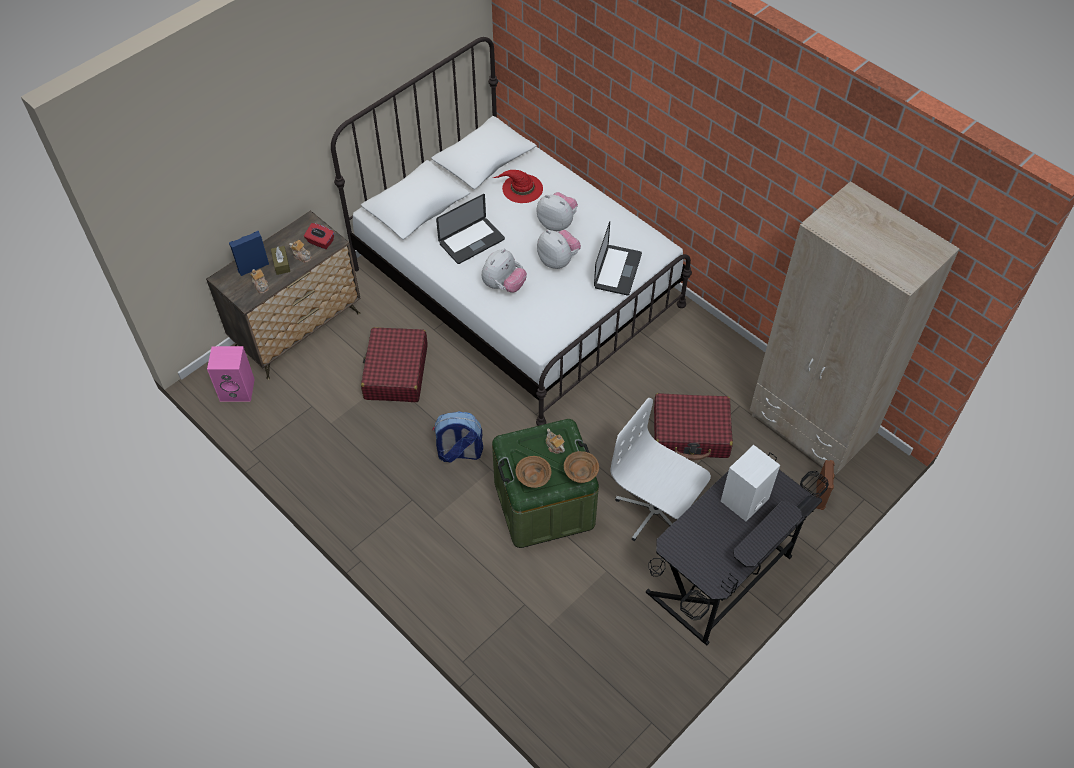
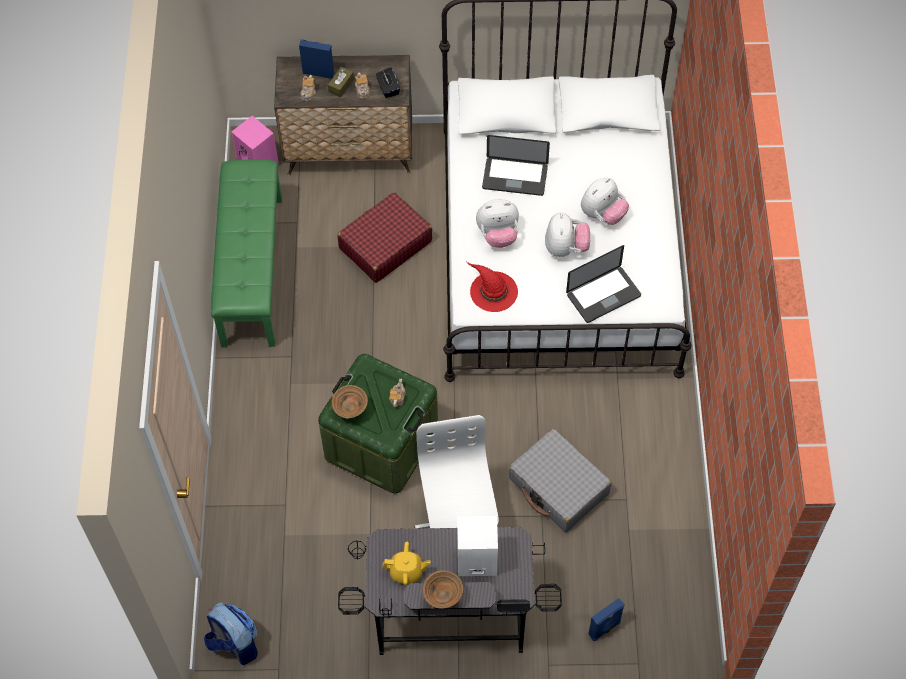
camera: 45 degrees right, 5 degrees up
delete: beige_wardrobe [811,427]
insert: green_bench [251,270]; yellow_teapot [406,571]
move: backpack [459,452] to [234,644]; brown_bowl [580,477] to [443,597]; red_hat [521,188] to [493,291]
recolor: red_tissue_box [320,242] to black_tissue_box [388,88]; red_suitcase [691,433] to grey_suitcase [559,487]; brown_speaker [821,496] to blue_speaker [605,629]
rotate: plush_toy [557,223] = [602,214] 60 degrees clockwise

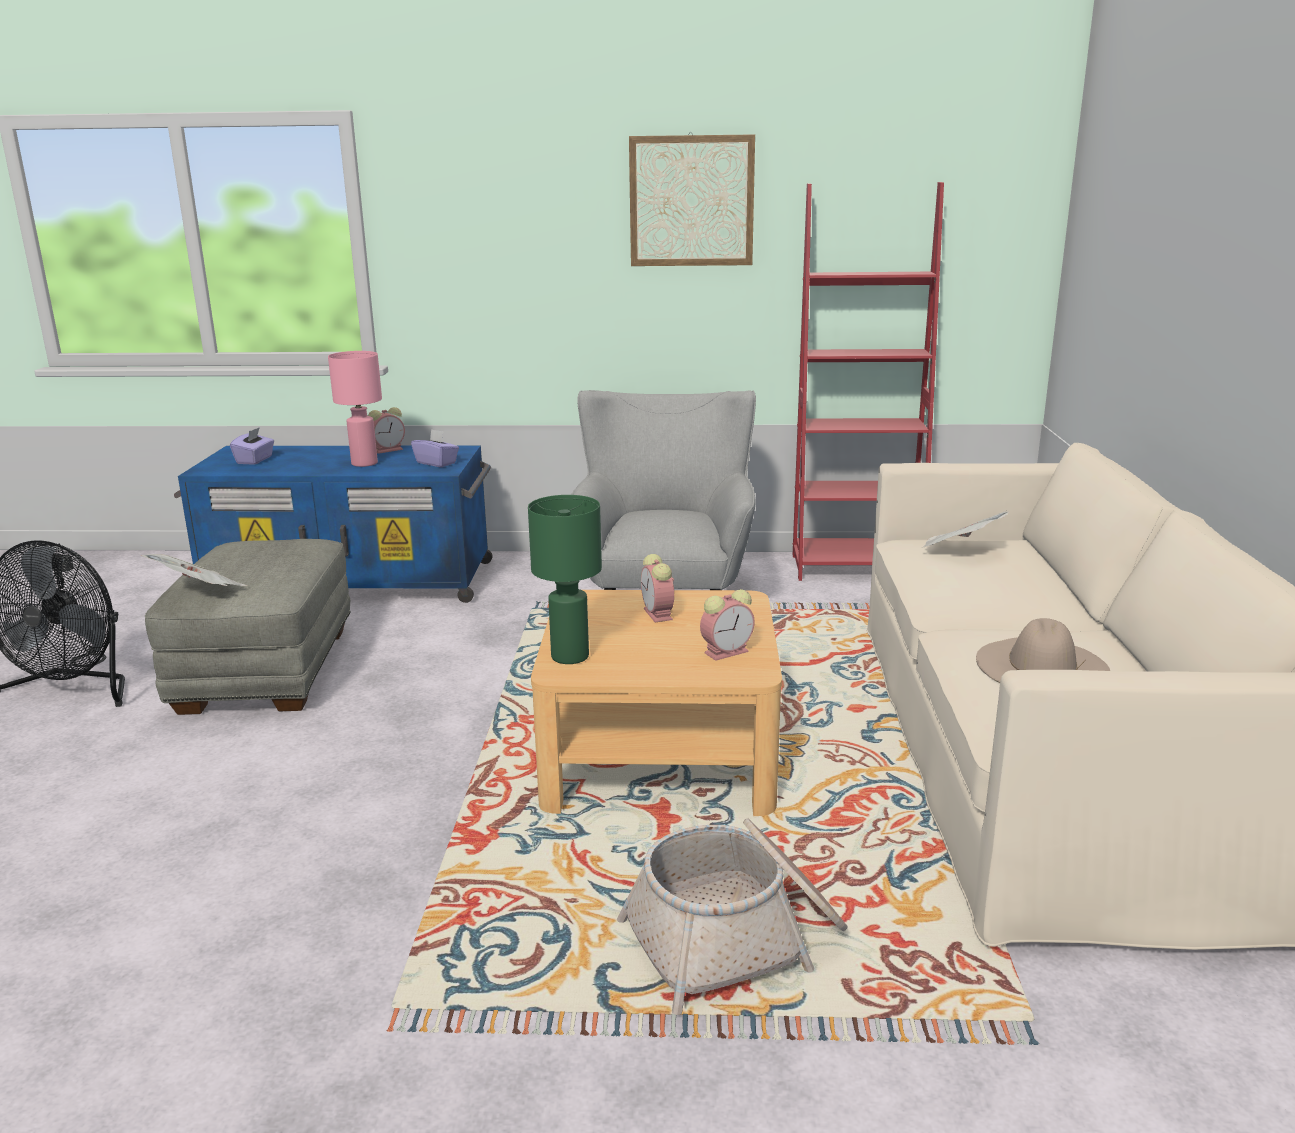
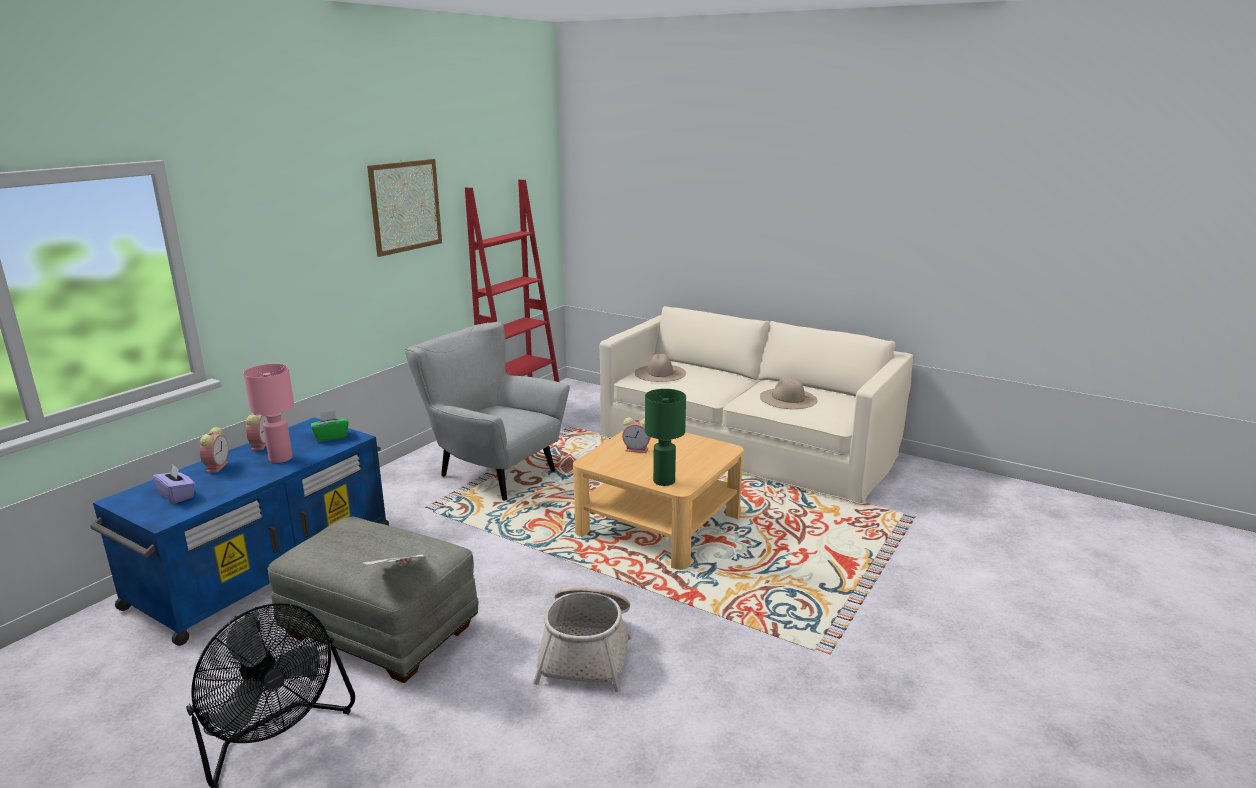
camera: 60 degrees left, 0 degrees up
move: alarm_clock [727,651] to [217,466]; basket [737,939] to [587,650]
replace: newspaper [960,551] to beige_hat [660,373]
recolor: purple_tissue_box [436,463] to green_tissue_box [331,437]

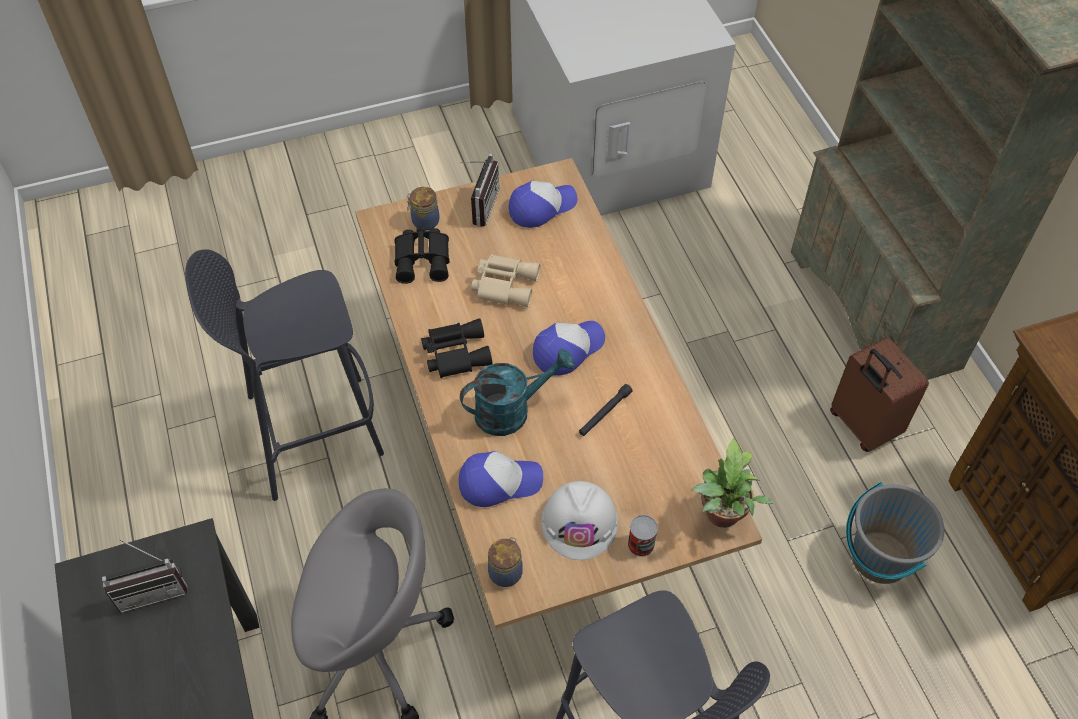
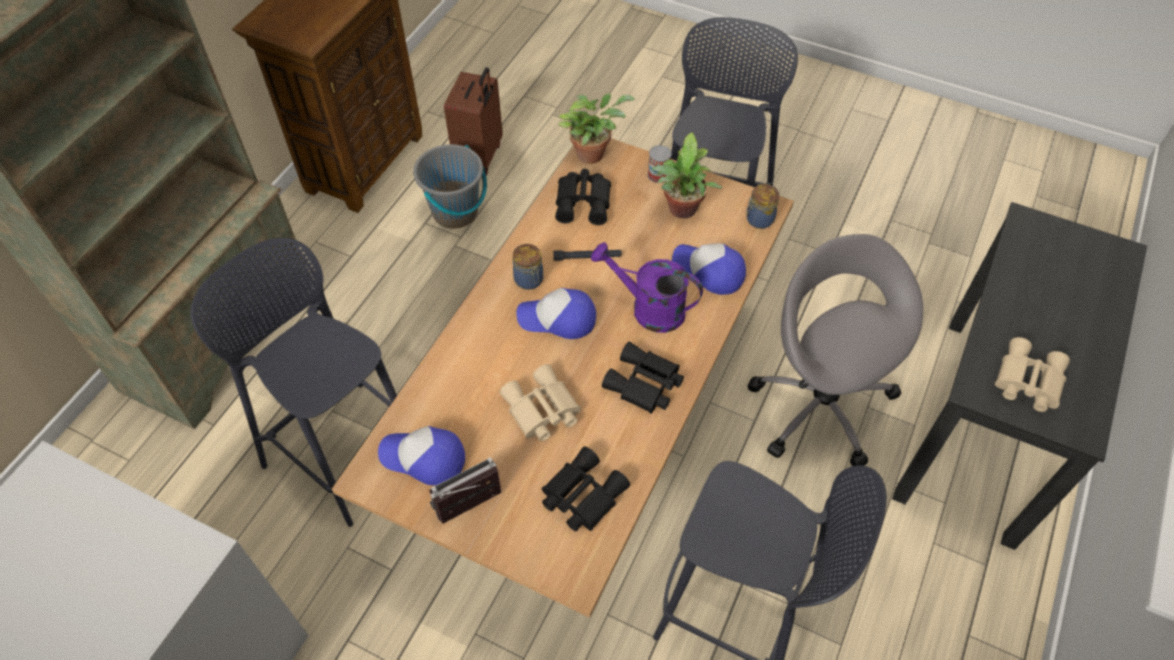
camera: 135 degrees left, 0 degrees up
insert: grey_stool [346,453]; black_binoculars [584,202]
move: brown_suitcase [862,426] to [480,156]; jar [424,221] to [529,280]
replace: white_hard_hat [580,522] to potted_plant [681,211]; radio [153,589] to beige_binoculars [1026,381]
recolor: turquoise_watering_can [512,410] to purple_watering_can [648,309]

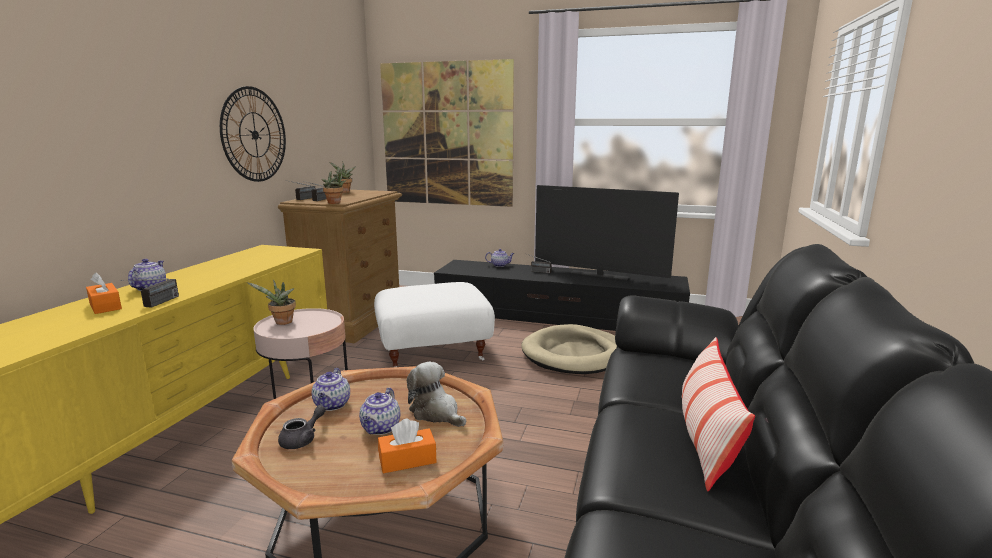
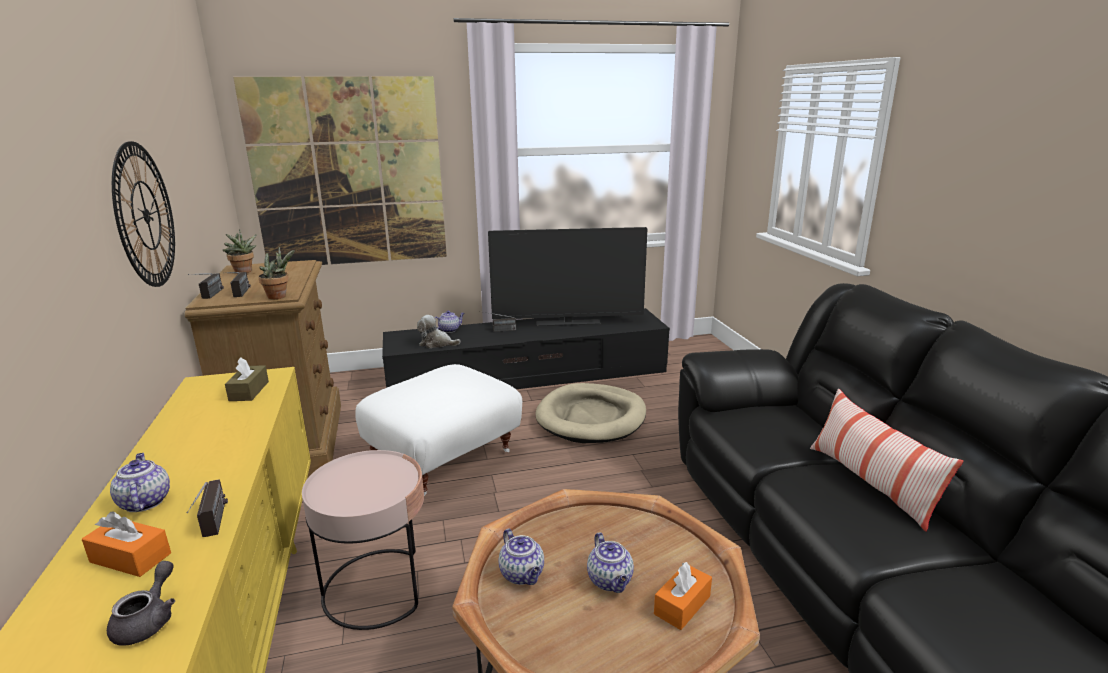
camera: 30 degrees left, 5 degrees up
delete: potted_plant [282,323]
insert: brown_tissue_box [249,391]
move: grey_teapot [303,439] to [149,620]; plush_toy [436,413] to [436,344]

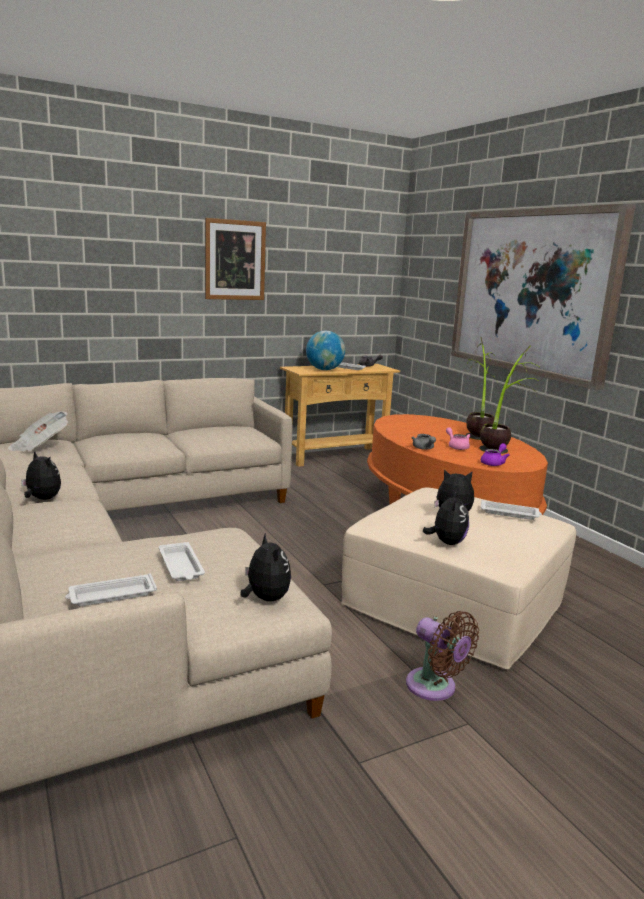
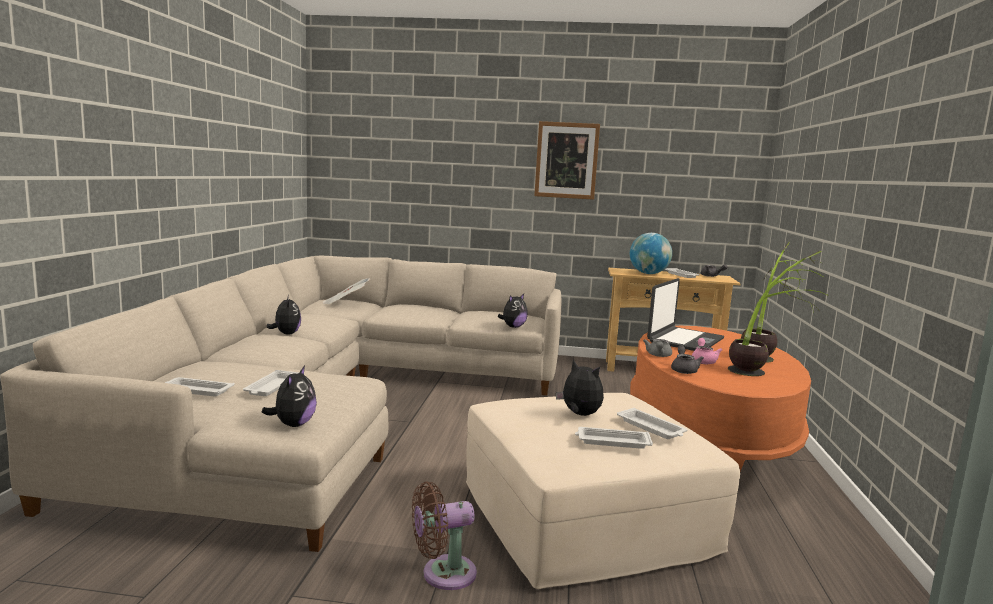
camera: 35 degrees right, 5 degrees down
delete: picture [532,292]; purple_teapot [494,463]
insert: white_tray [612,442]; laptop [684,340]; grey_teapot [684,370]
move: plush_toy [446,542] to [513,327]
rotate: brown_fan [435,688] = [443,574] 75 degrees clockwise

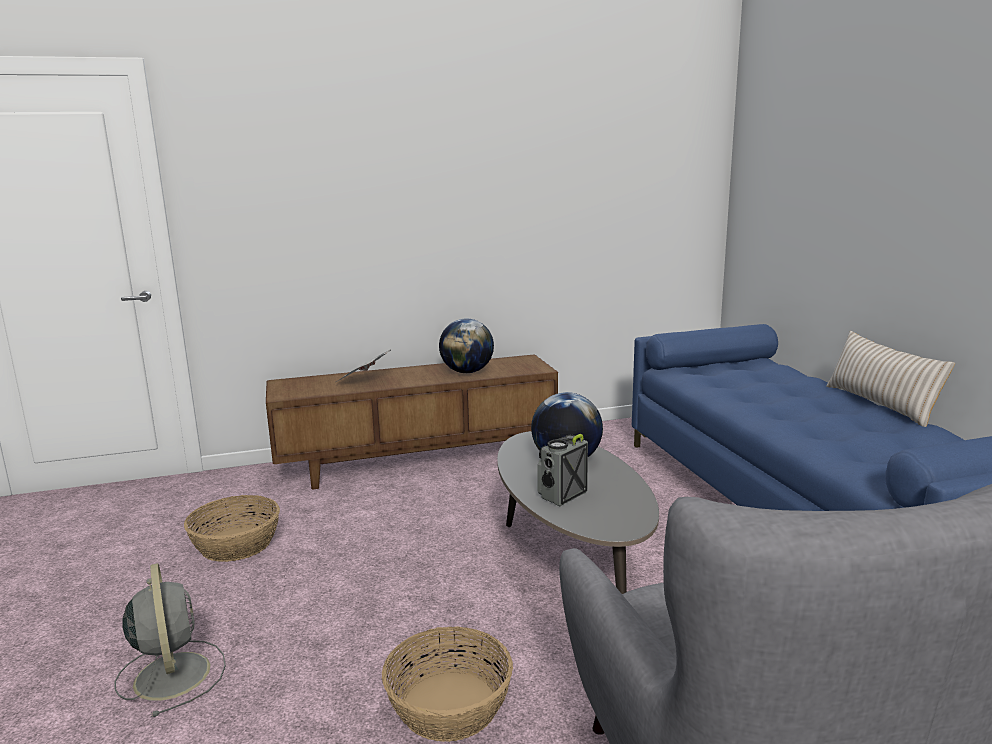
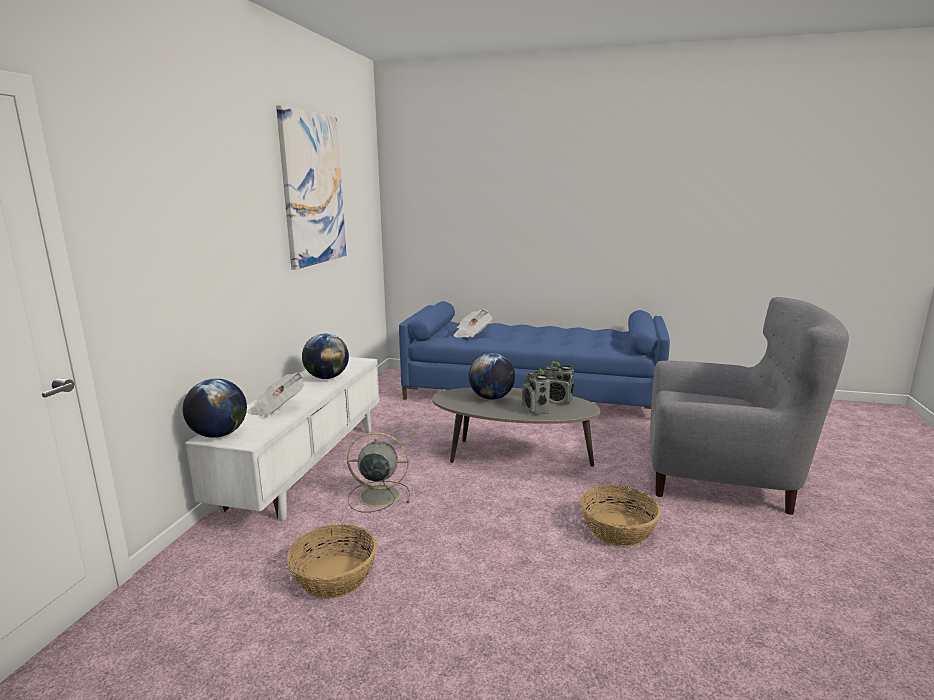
camera: 60 degrees left, 0 degrees up
delete: beige_pillow [880,404]
insert: globe [219,434]; picture [313,189]; newspaper [472,334]; radio [557,401]
move: grey_fan [172,673] to [377,496]
recolor: brown_tv_stand [418,459] to white_tv_stand [305,465]

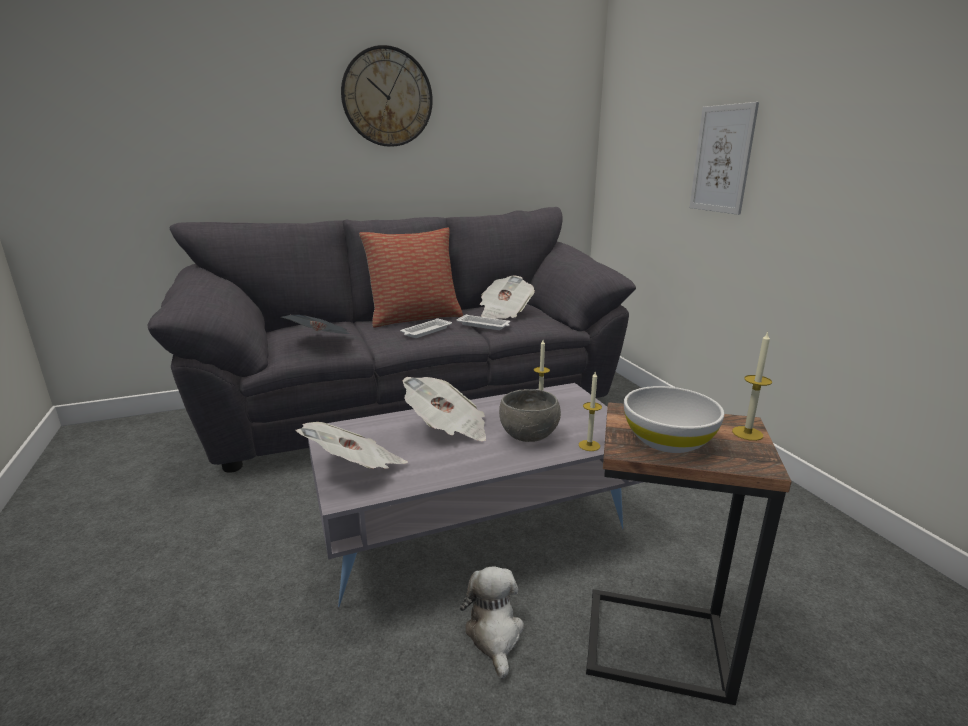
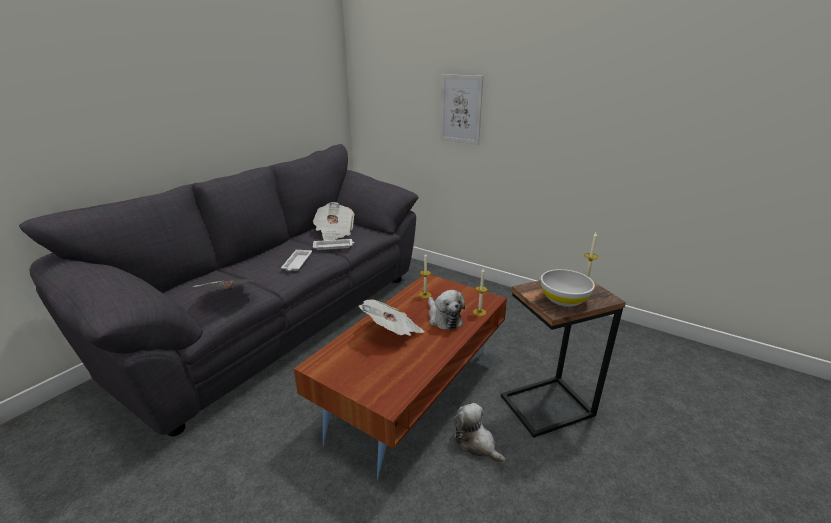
camera: 35 degrees left, 5 degrees up
delete: newspaper [356,469]; wall_clock [387,97]; pillow [414,318]
replace: grey_bowl [529,436] to plush_toy [443,318]
recolor: grey_coffee_table [477,535] to brown_coffee_table [413,393]

